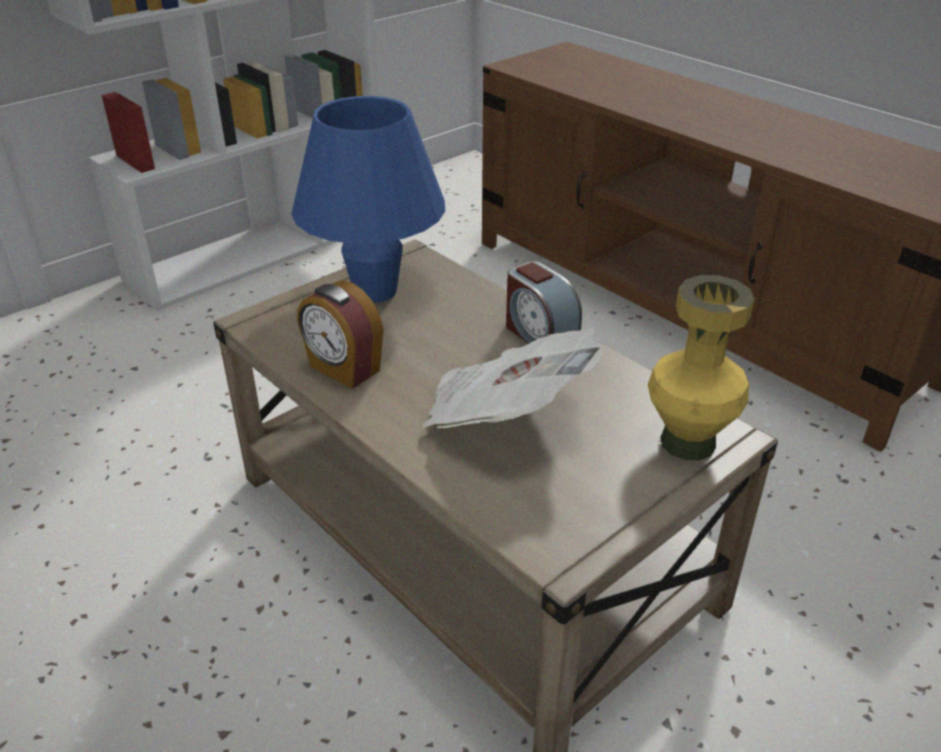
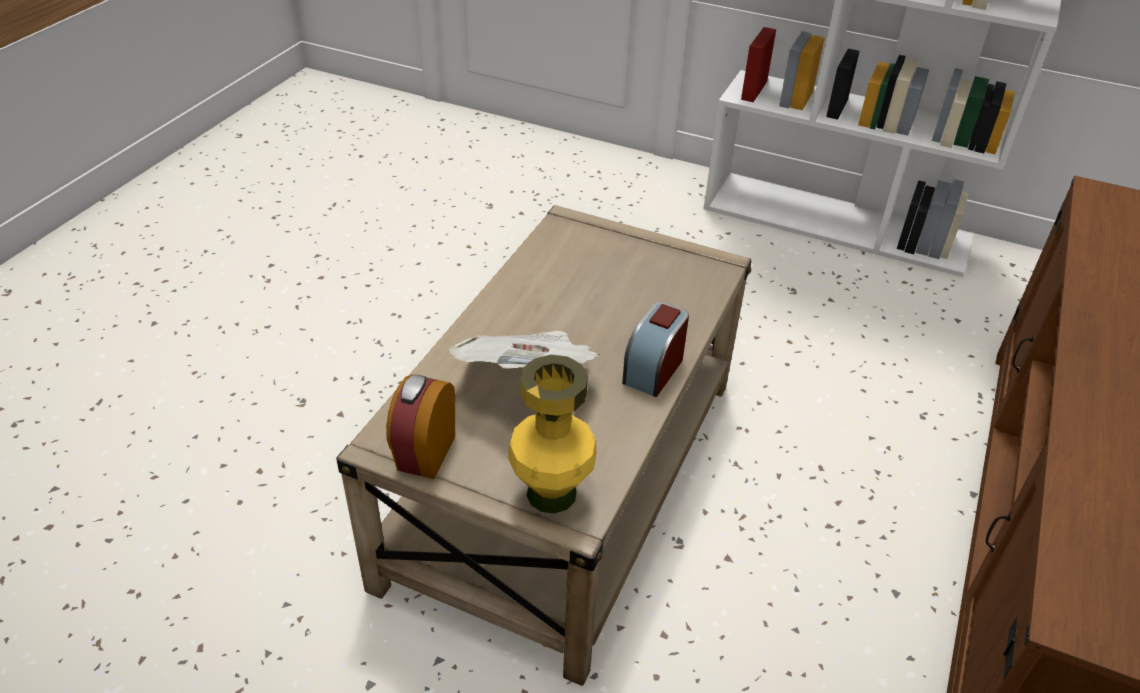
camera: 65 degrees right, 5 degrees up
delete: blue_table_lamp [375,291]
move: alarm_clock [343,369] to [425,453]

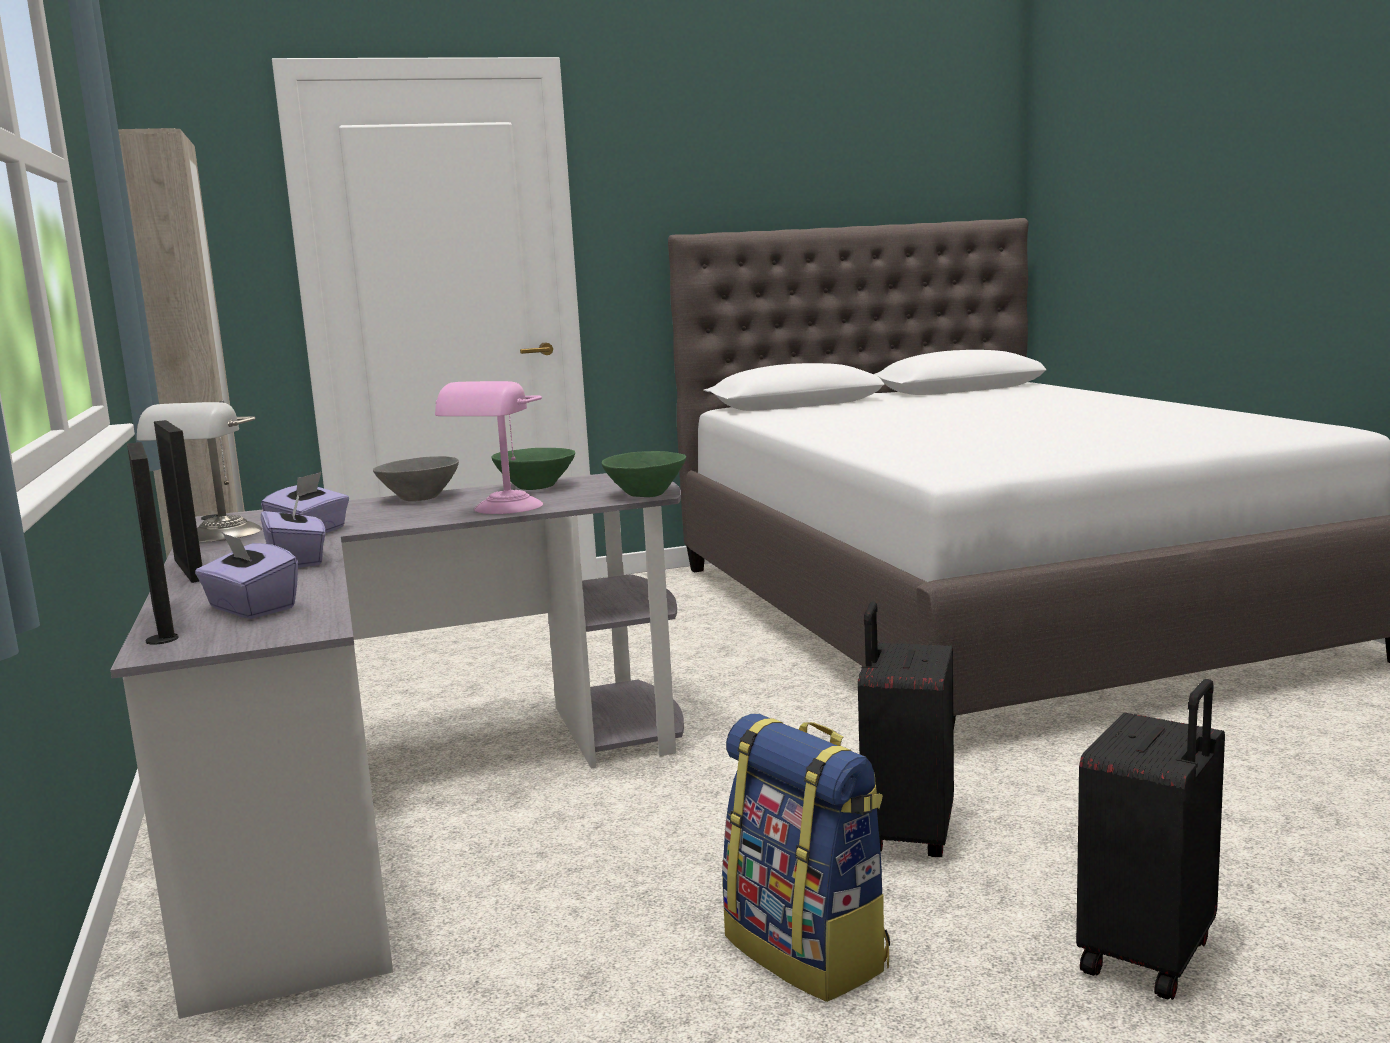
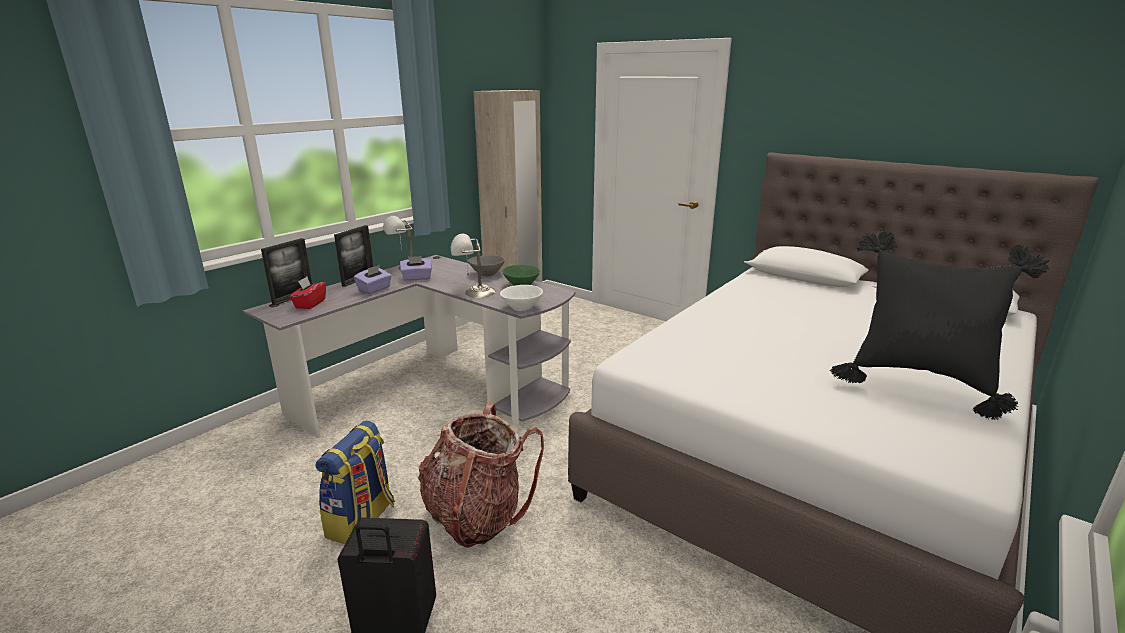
camera: 55 degrees right, 10 degrees up
insert: black_pillow [914,390]
replace: black_suitcase [905,835] to backpack [477,516]
recolor: purple_tissue_box [251,608] to red_tissue_box [310,304]; pink_table_lamp [502,510] to white_table_lamp [473,293]; green_bowl [645,494] to white_bowl [521,308]

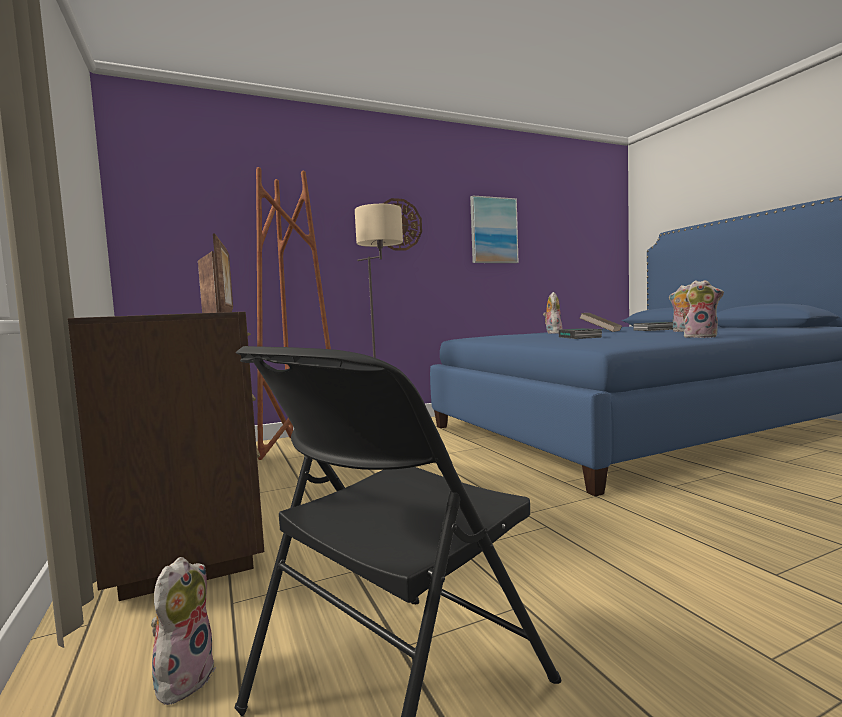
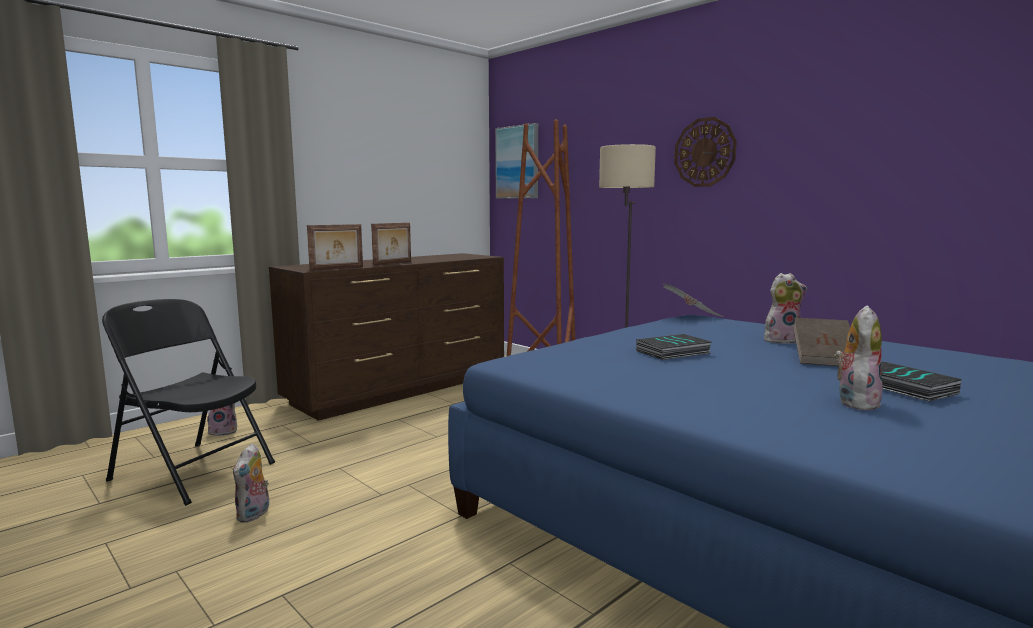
camera: 70 degrees right, 5 degrees up
insert: newspaper [691,316]
move: plush_toy [701,337] to [254,515]; picture [493,230] to [517,162]

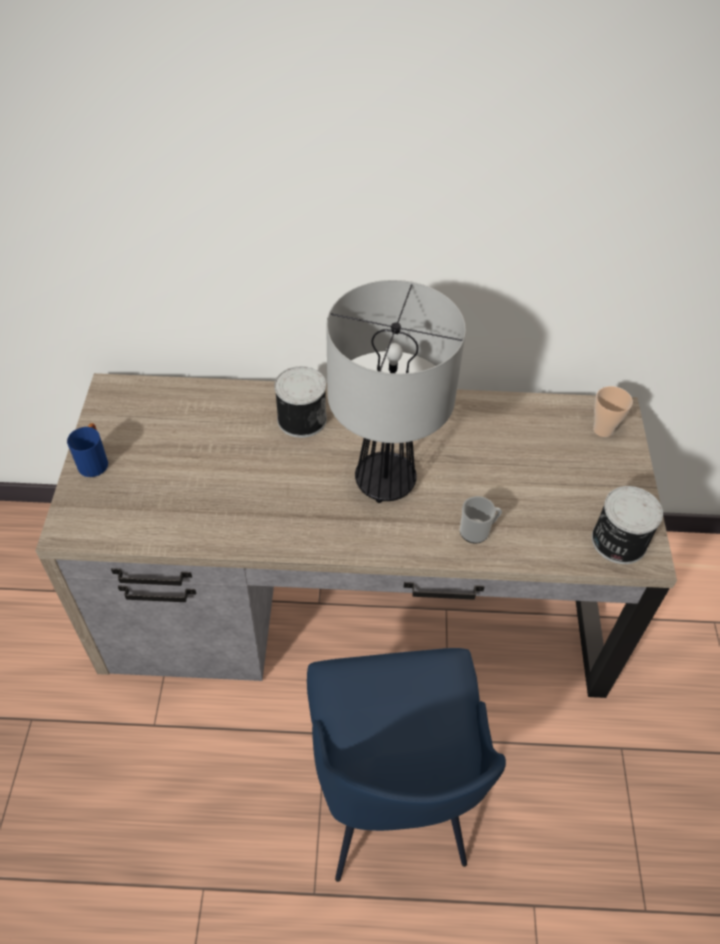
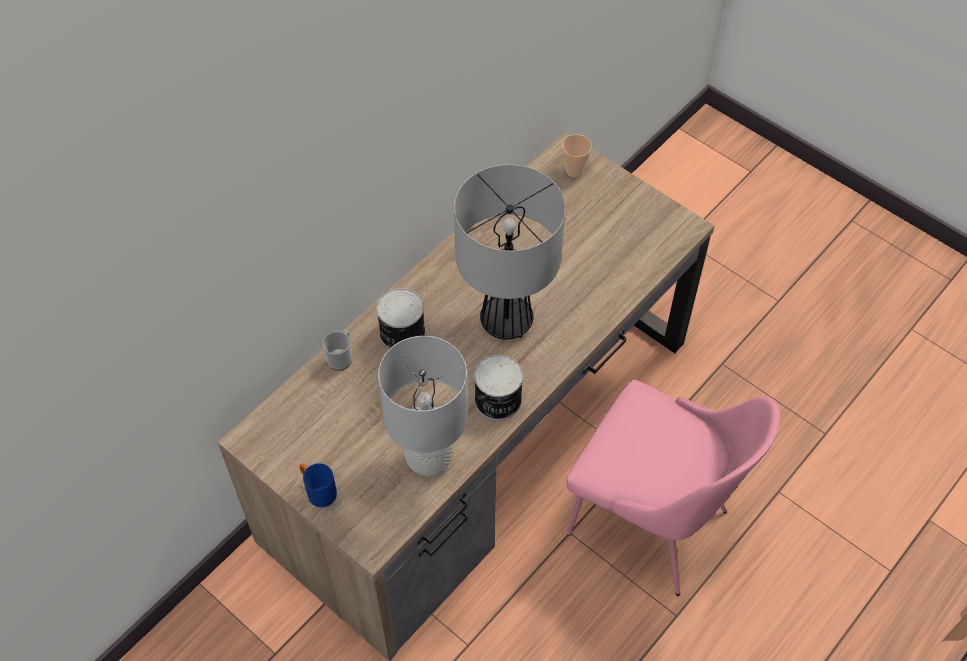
camera: 50 degrees left, 5 degrees up
insert: grey_table_lamp [429,458]
move: mug [477,531] to [341,357]; can [617,541] to [497,401]
recolor: blue_chair [392,797] to pink_chair [649,522]

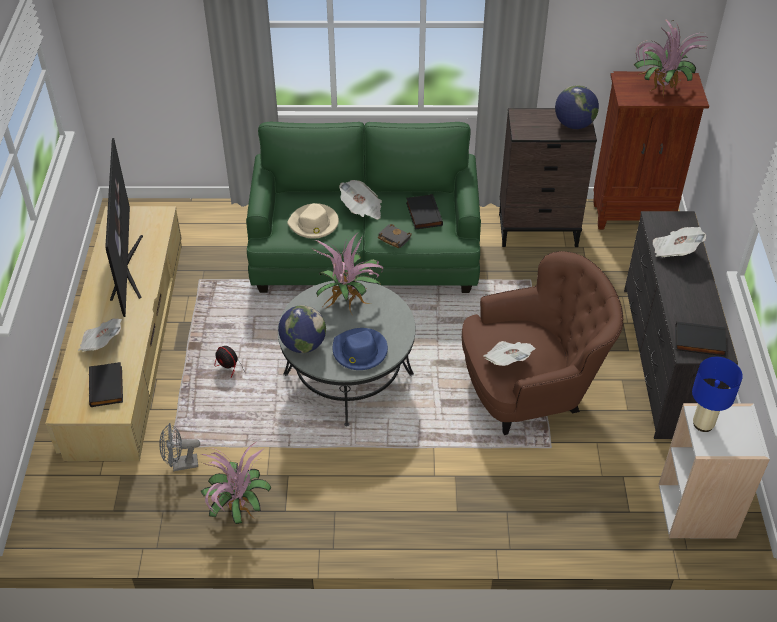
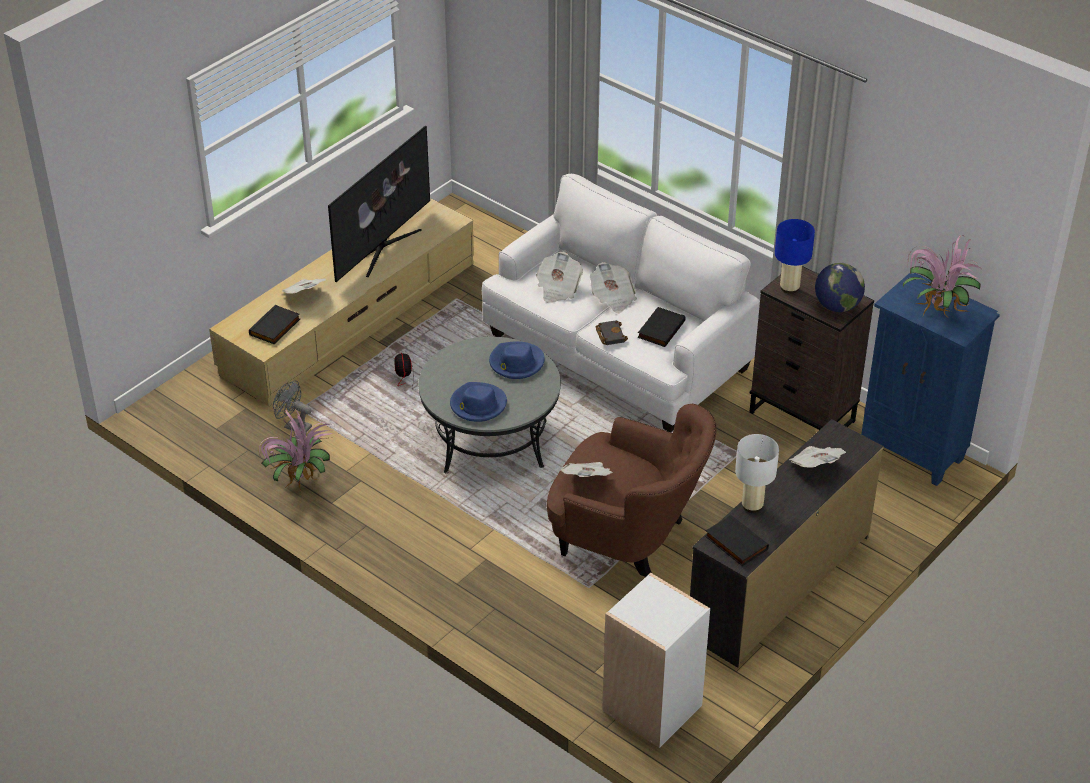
camera: 40 degrees right, 5 degrees down
delete: globe [303,345]
insert: white_table_lamp [753,505]
move: blue_table_lamp [702,423] to [789,287]
replace: potted_plant [349,300] to blue_hat [516,363]; beige_hat [314,224] to newspaper [558,288]
recolor: green_sofa [366,254] to white_sofa [617,352]; brown_cabinet [631,217] to blue_cabinet [912,455]

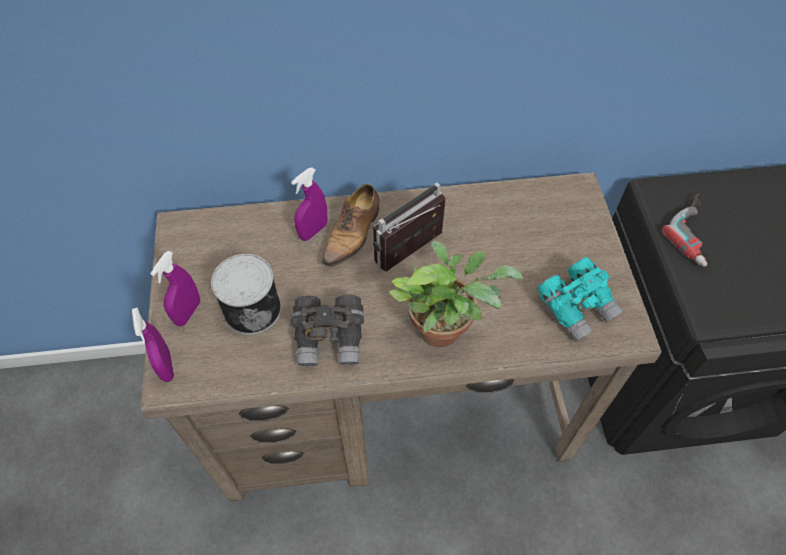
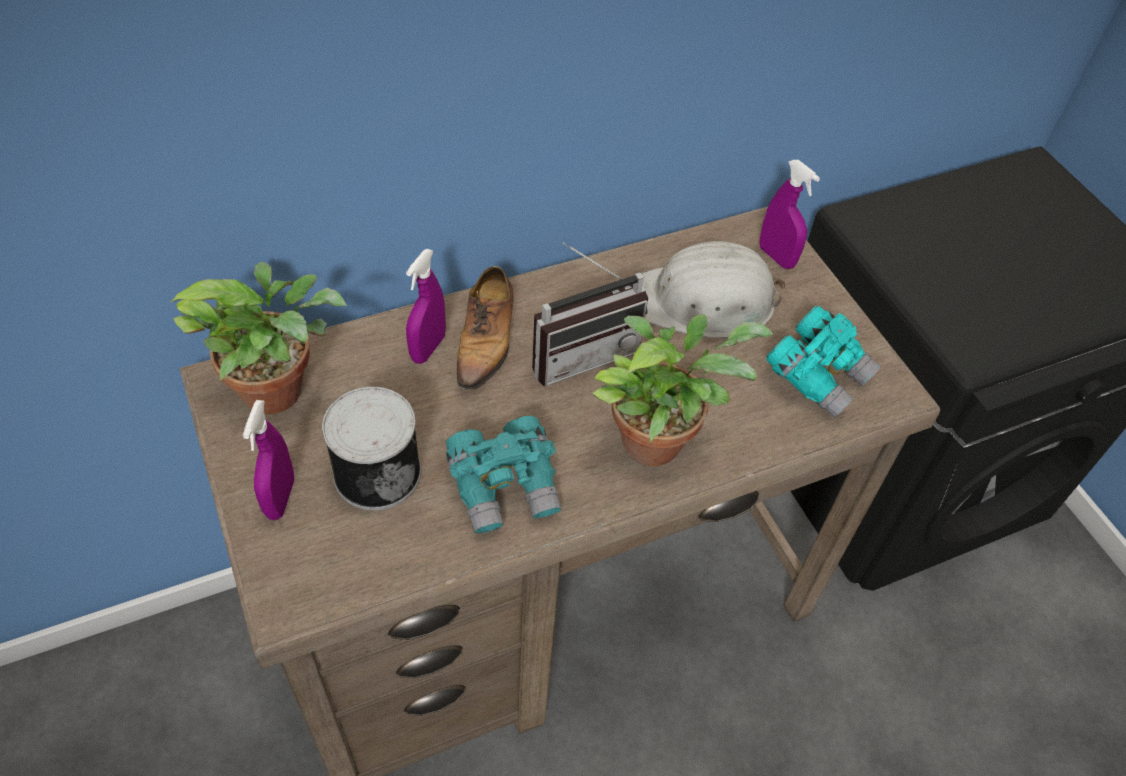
camera: 20 degrees left, 5 degrees down
delete: power_drill [697,233]
insert: potted_plant [281,389]; white_hard_hat [706,302]
move: purple_spray_bottle [166,366] to [776,257]
recolor: grey_binoculars [330,338] to turquoise_binoculars [505,487]
rotate: radio [414,254] = [581,351] 150 degrees counterclockwise

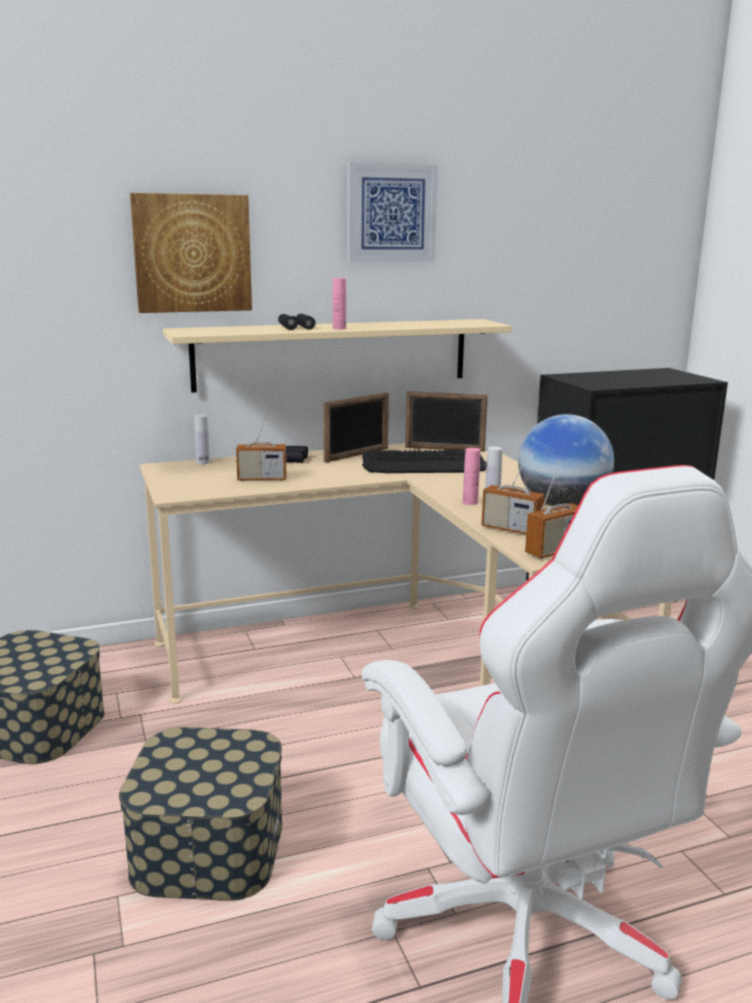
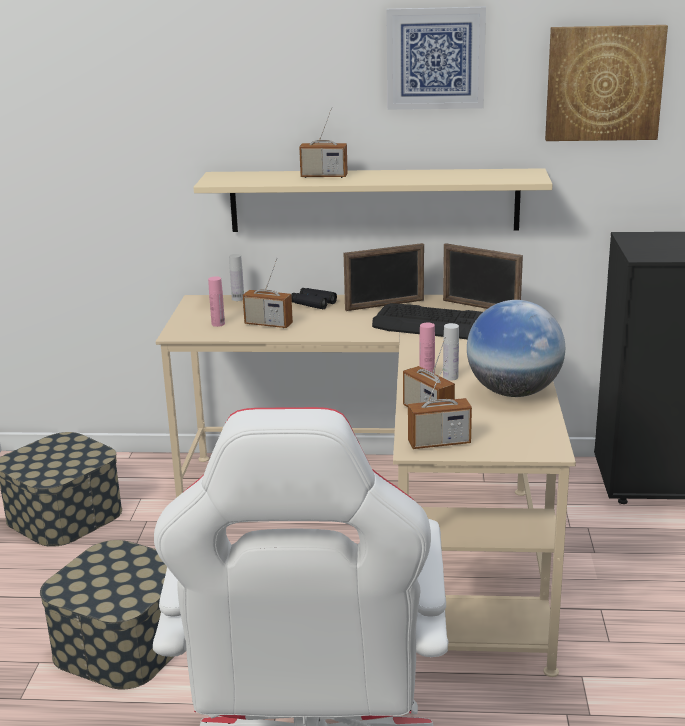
camera: 25 degrees right, 5 degrees up
move: pink_bottle [339,328] to [218,324]; picture [192,253] to [603,83]
replace: black_binoculars [296,327] to radio [324,176]

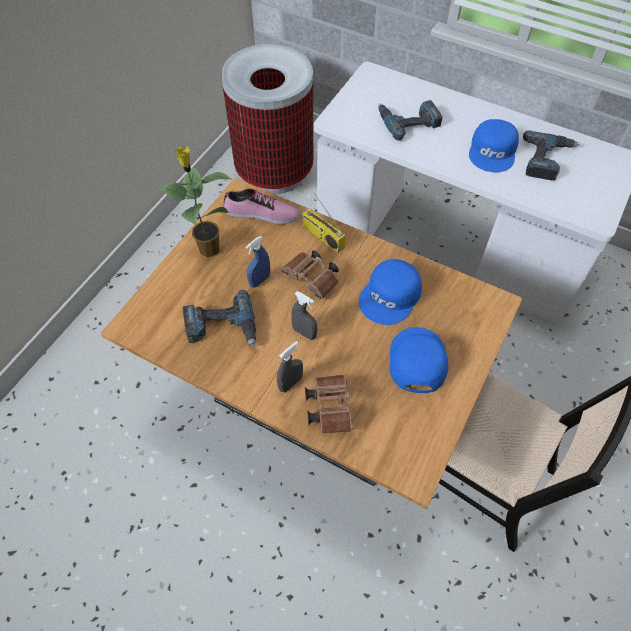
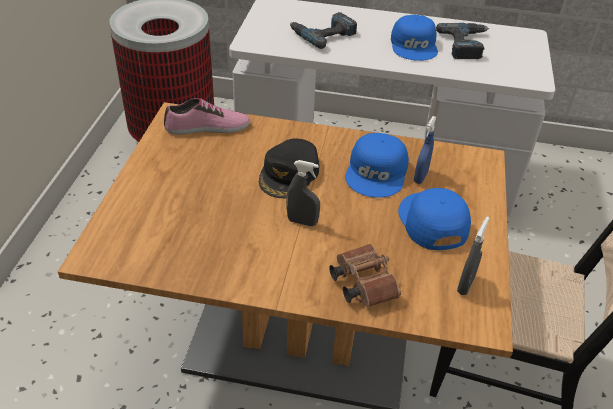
camera: 20 degrees left, 15 degrees down
delete: potted_plant [208,248]; power_drill [221,328]; radio [322,236]
move: blue_spray_bottle [259,280] to [420,177]; grey_spray_bottle [290,383] to [465,285]
replace: brown_binoculars [313,280] to black_cap [289,174]

